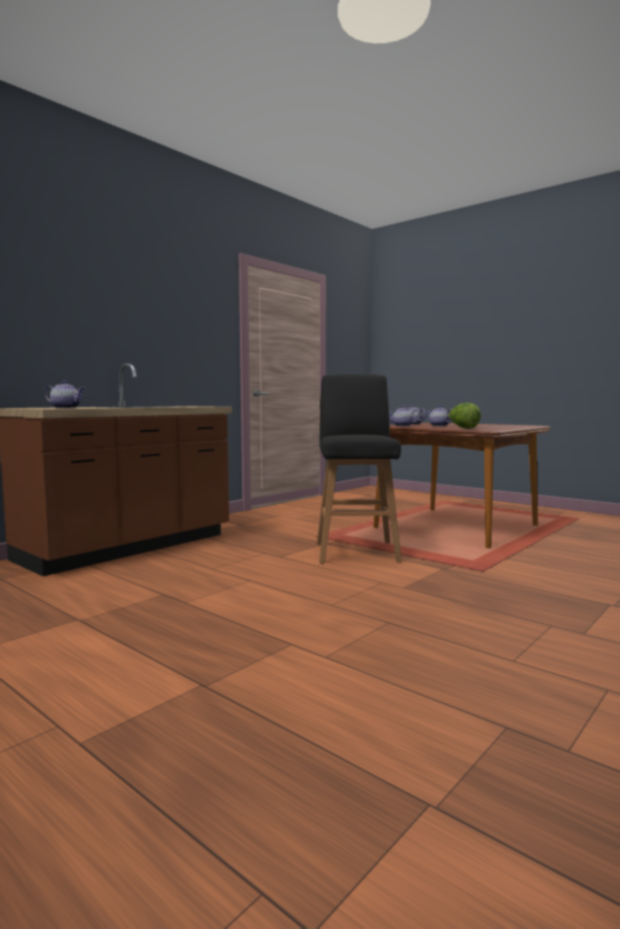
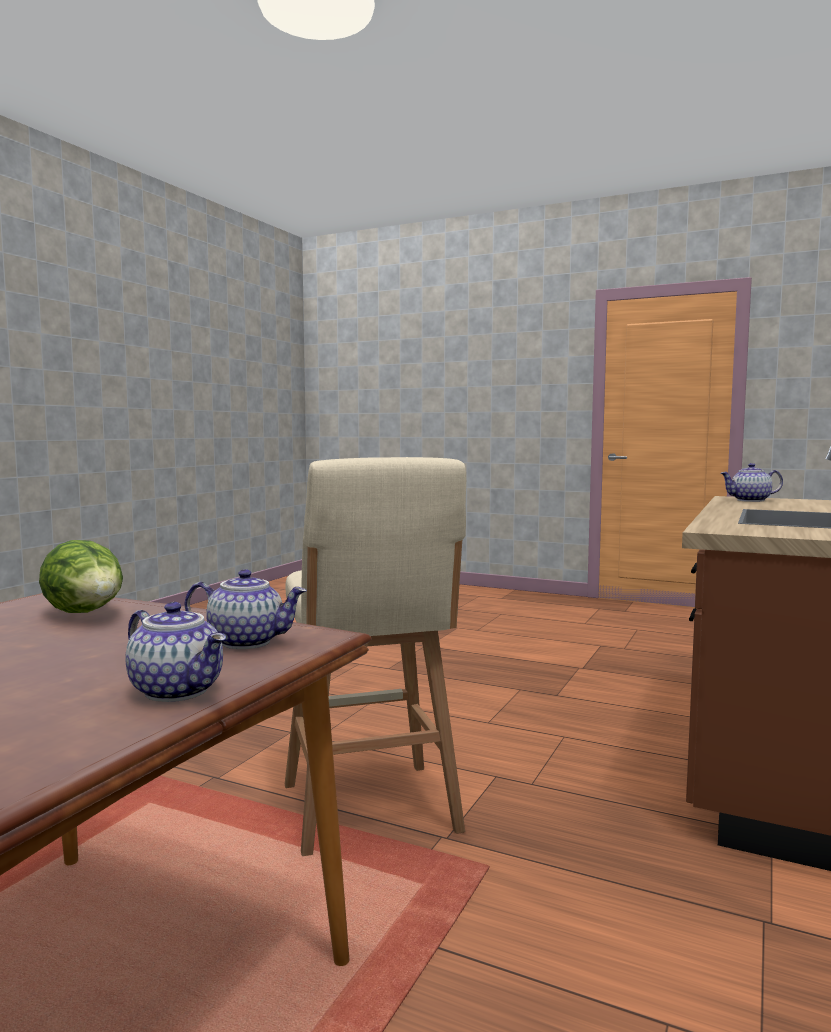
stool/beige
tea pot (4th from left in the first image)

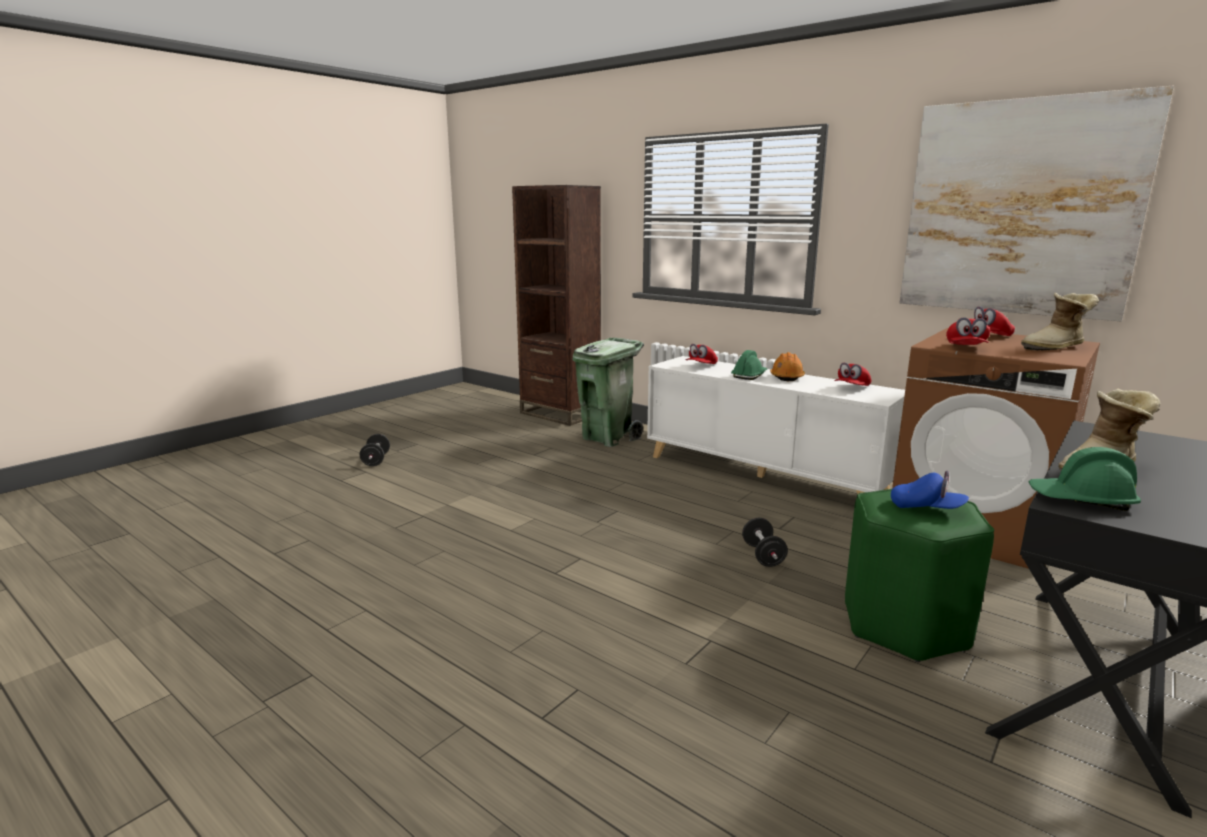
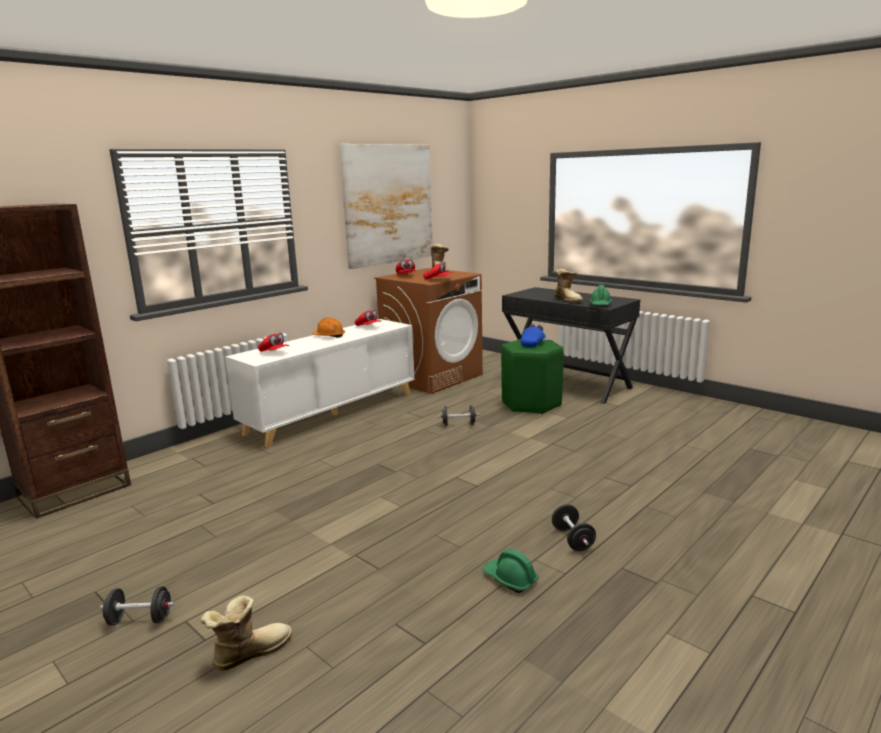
rubbish bin/greenish
hard hat/greenish (1st from left)
free weight/black (3rd from left)
high-top boot (1st from left)

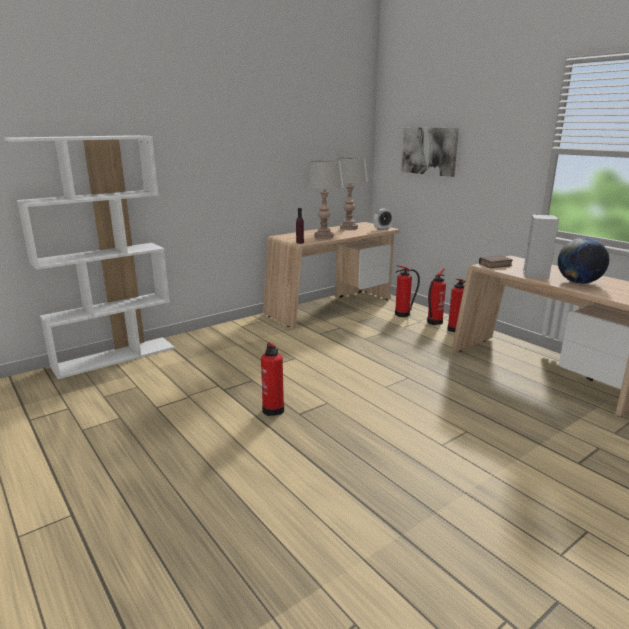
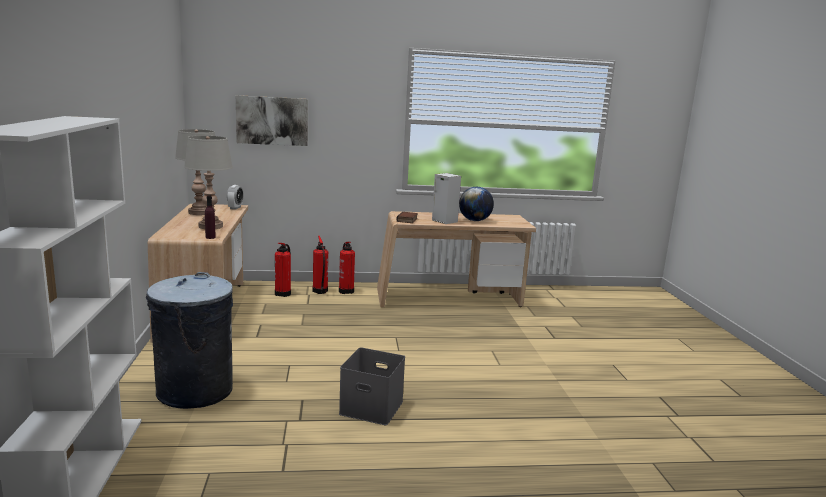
storage container/gray
rubbish bin/gray

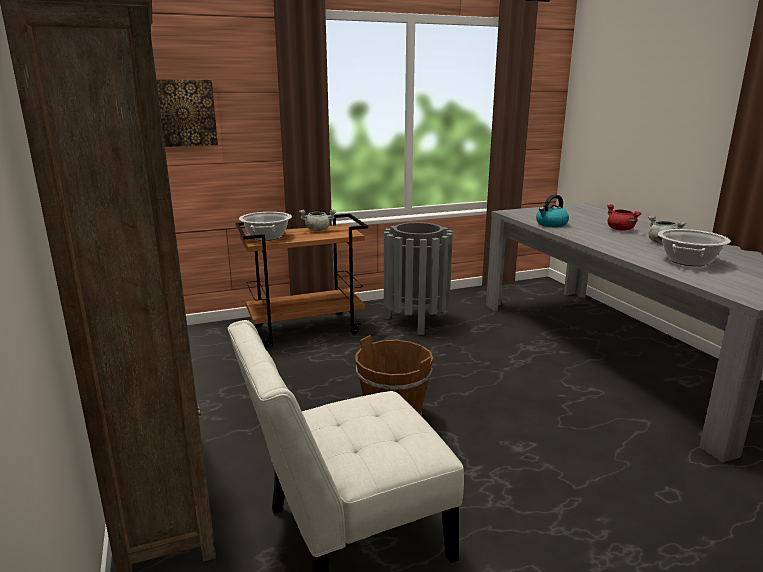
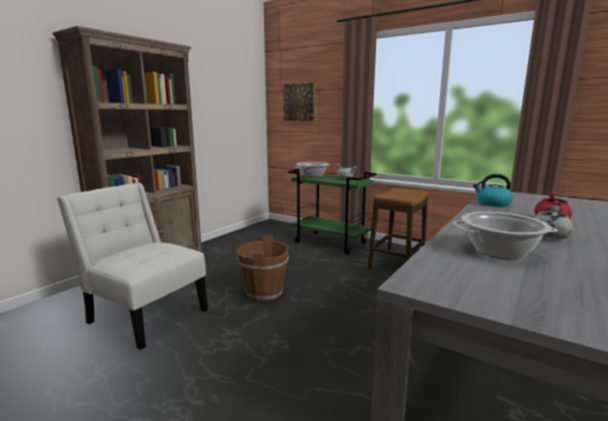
trolley/greenish
stool

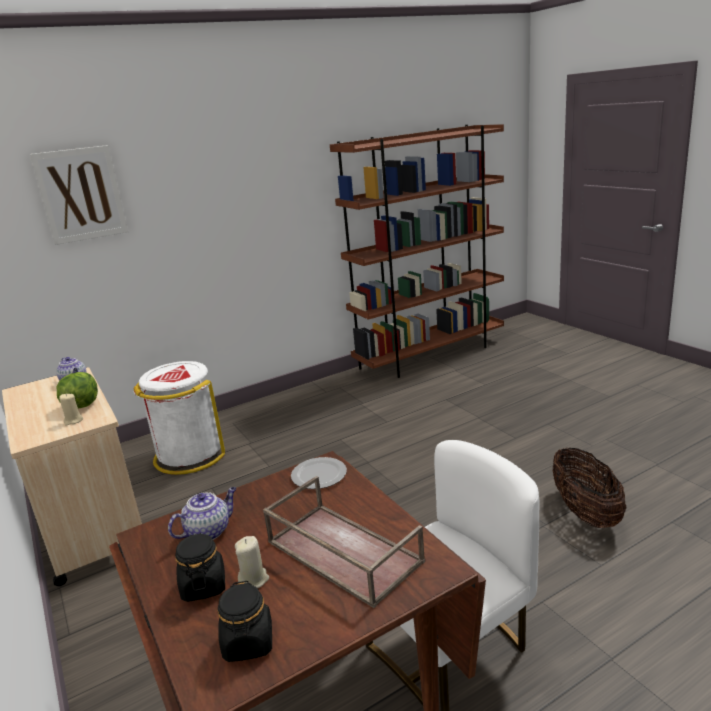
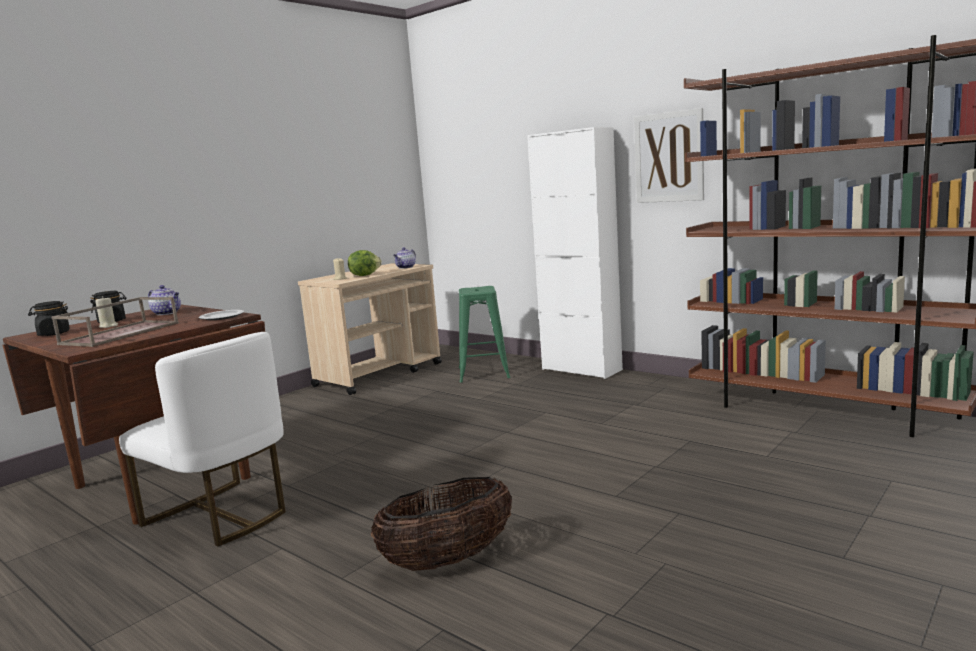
picture
stool/greenish
storage cabinet/whitish

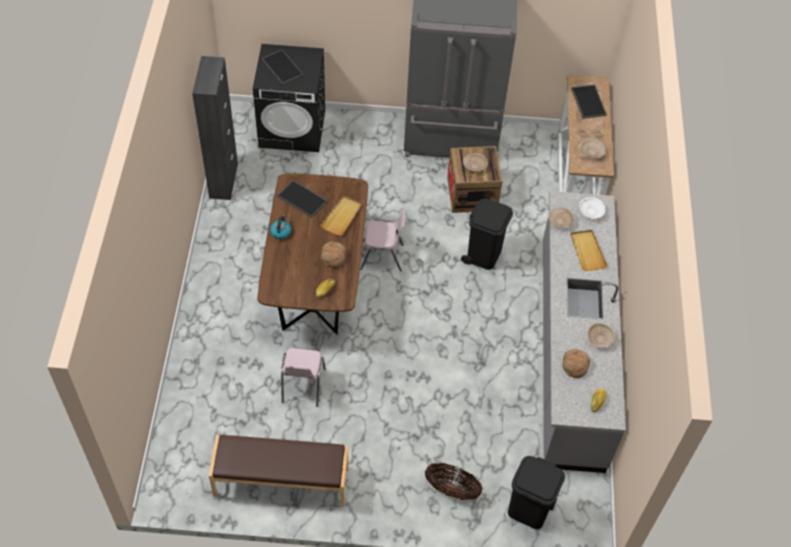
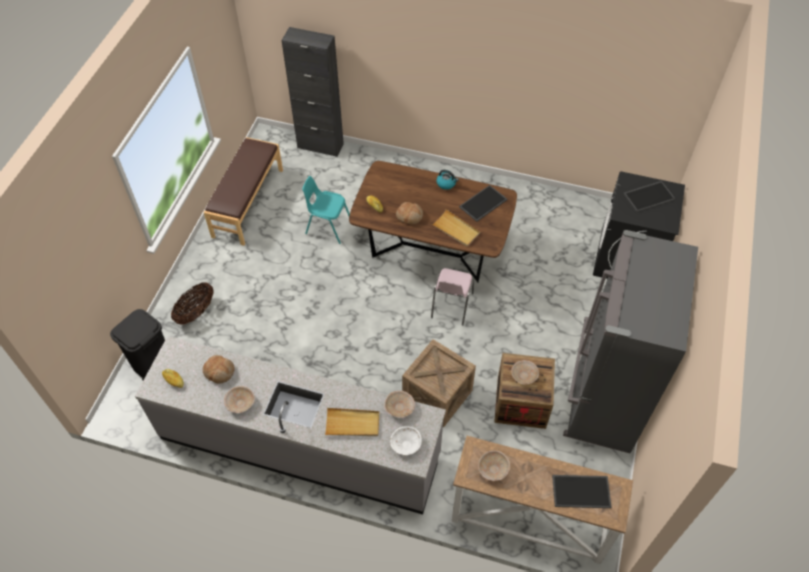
storage cabinet/black
crate (1st from left)
plain chair/blue-green

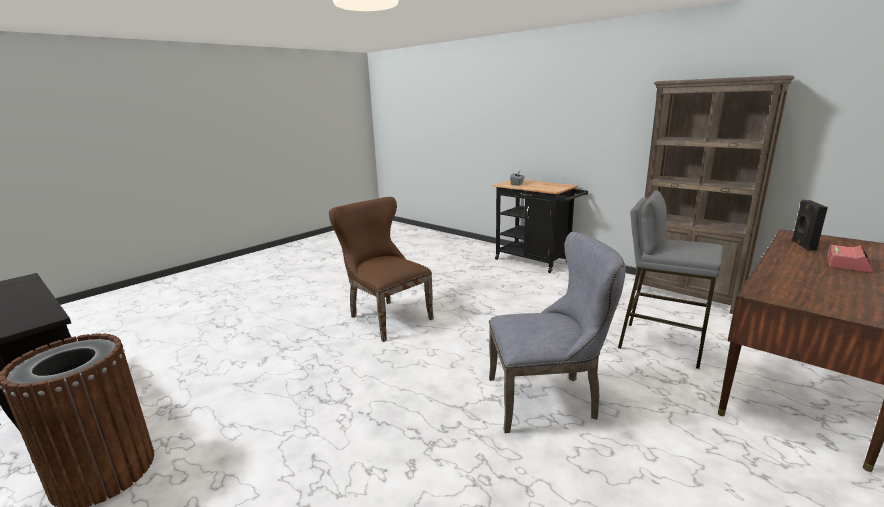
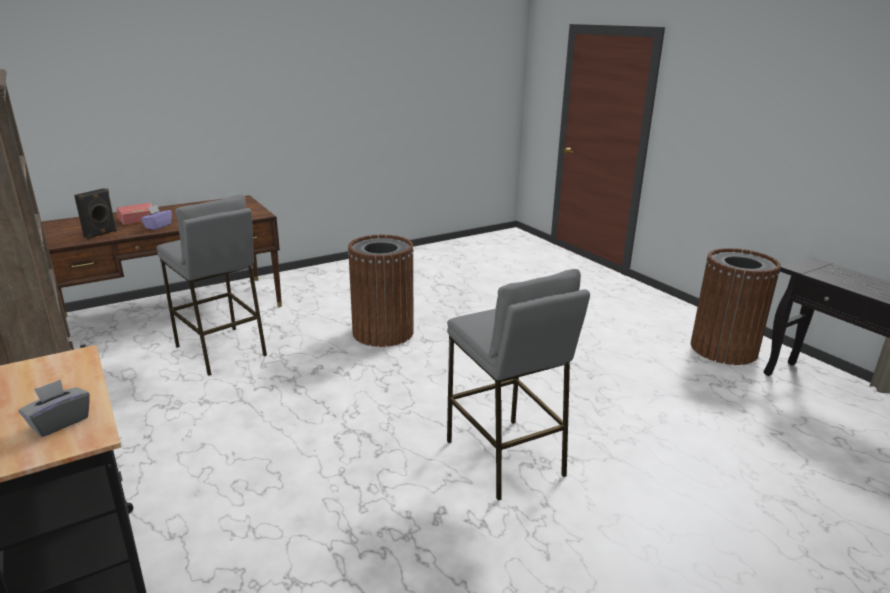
stool/gray (2nd from left)
rubbish bin/brownish (1st from left)
box of tissues/purple

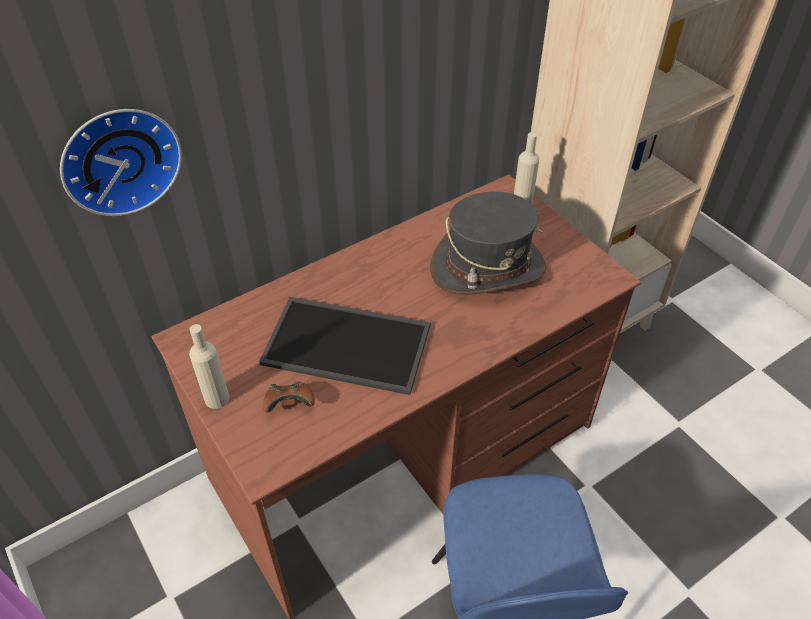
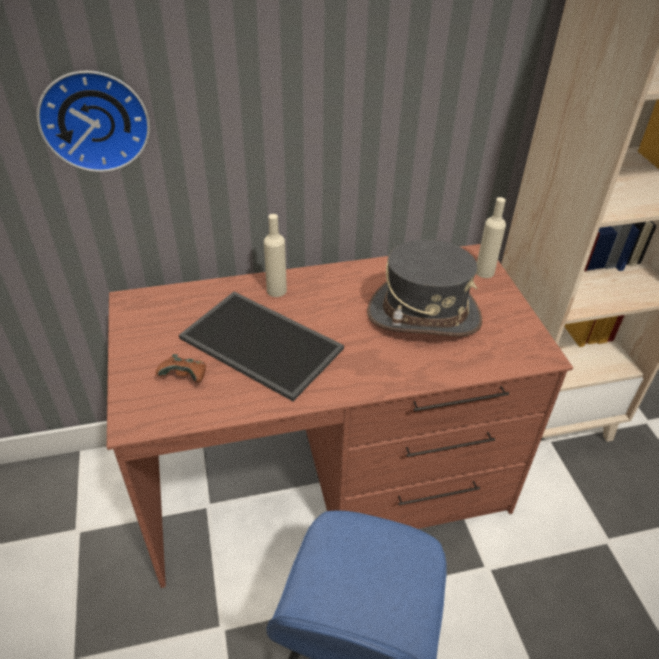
beverage bottle/beige (1st from left)

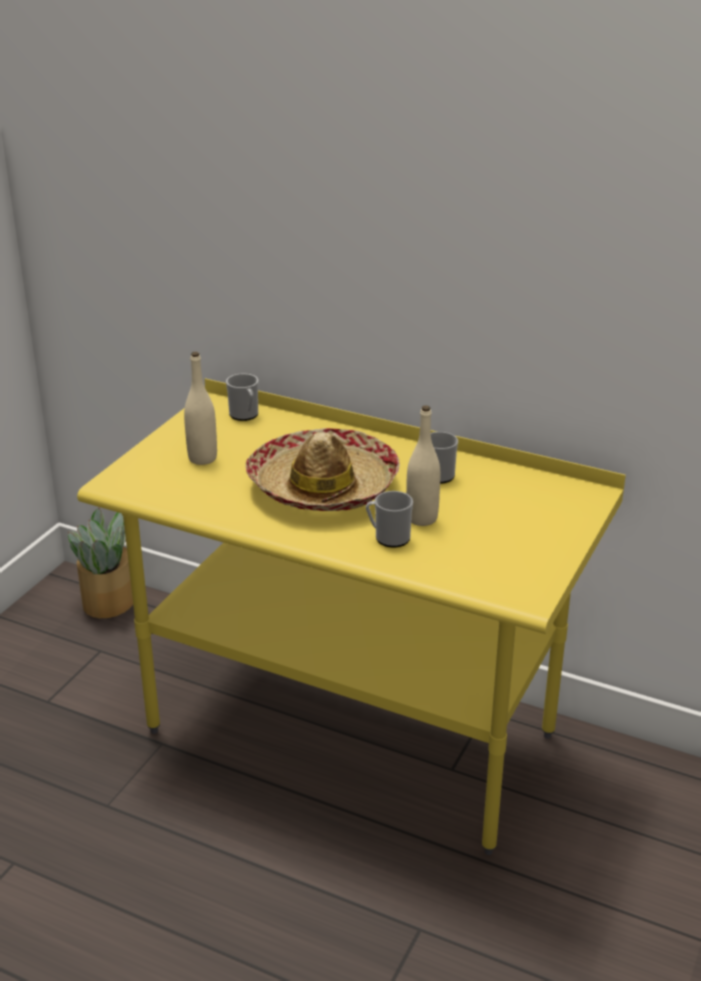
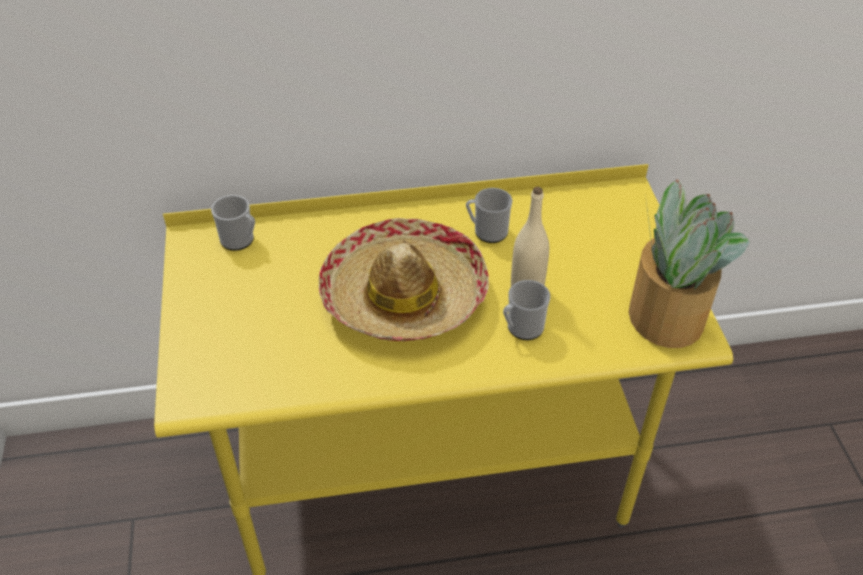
beverage bottle/beige (1st from left in the first image)
plant in a pot

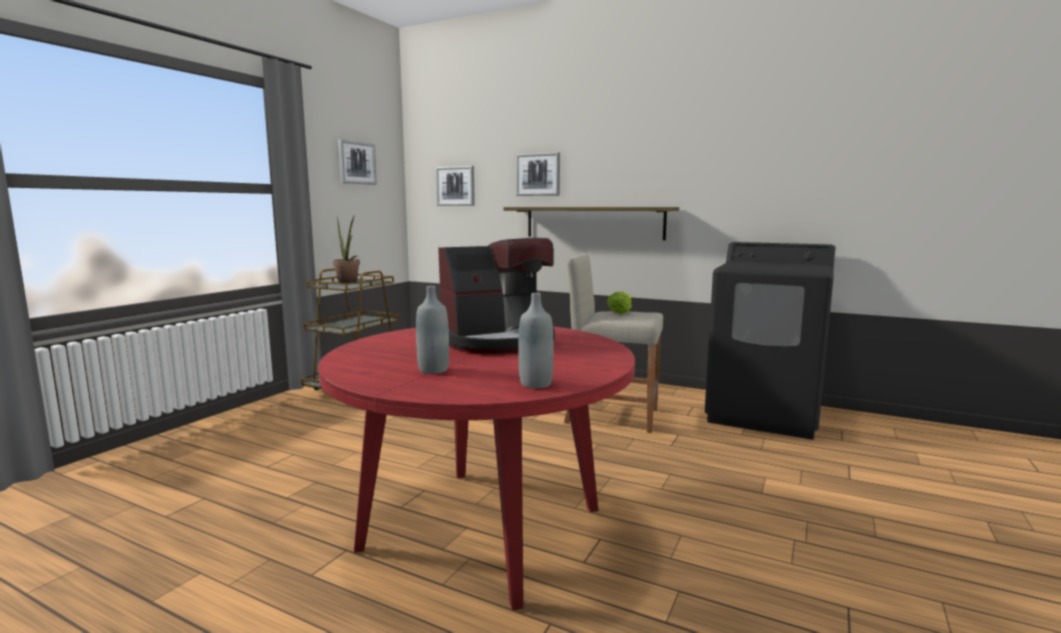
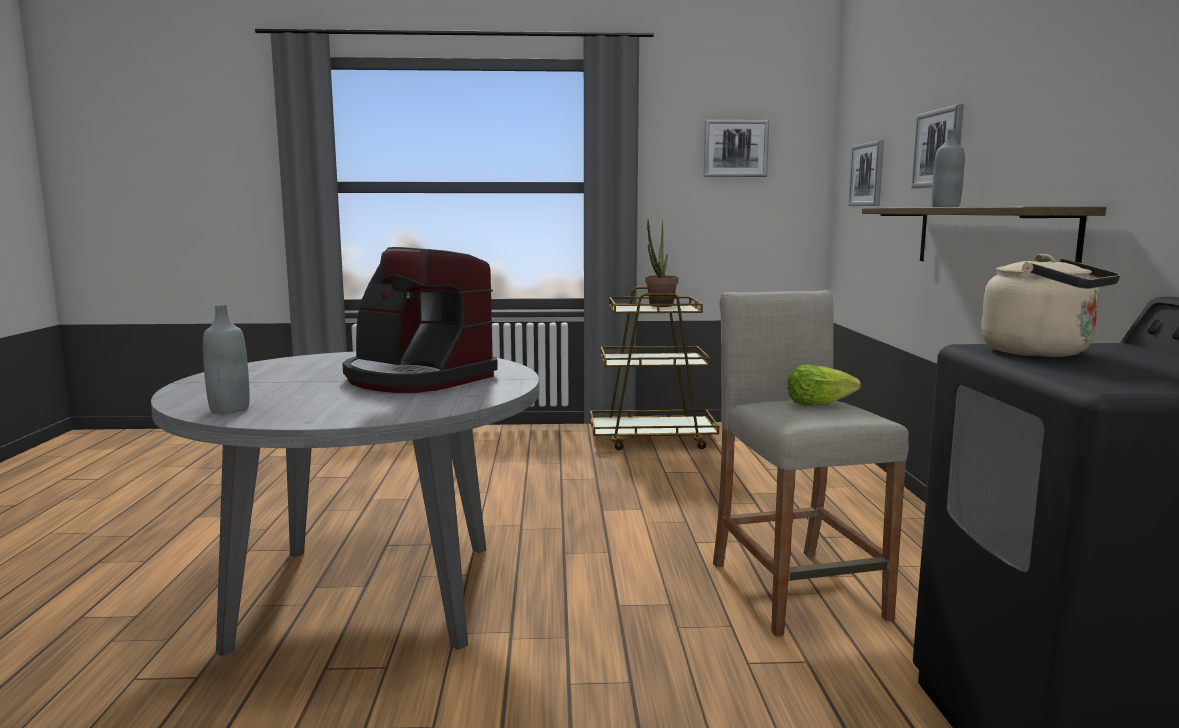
beverage bottle/gray (2nd from left)
dining table/gray
kettle/beige

